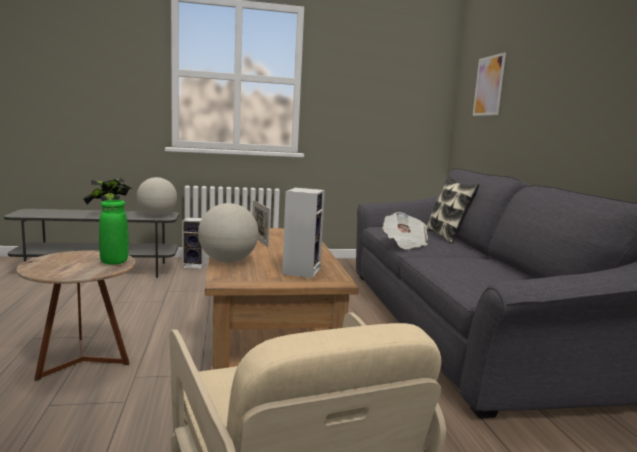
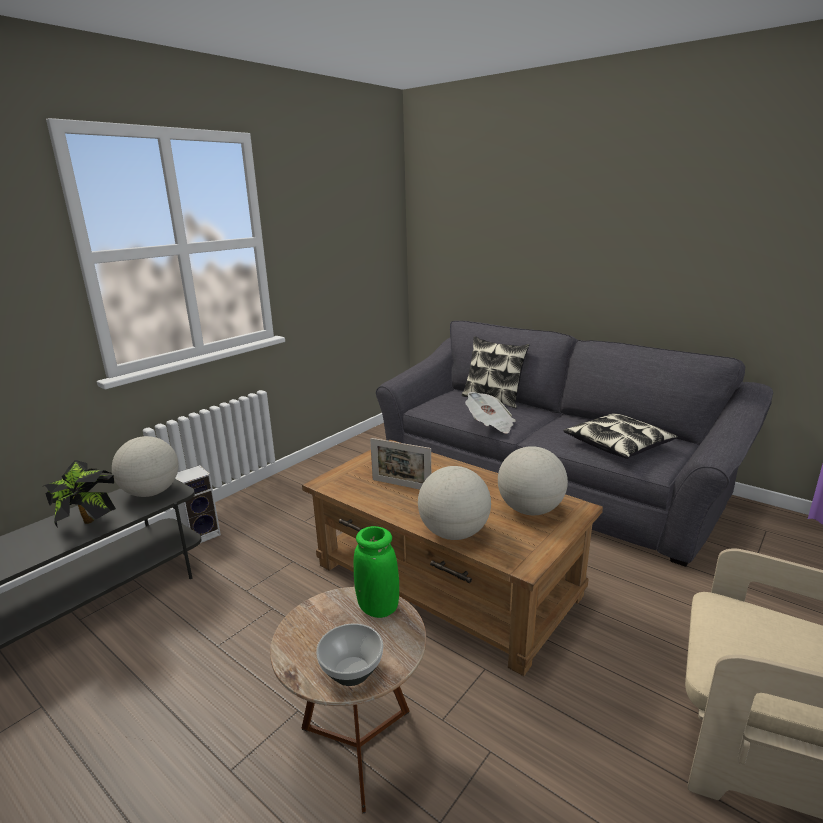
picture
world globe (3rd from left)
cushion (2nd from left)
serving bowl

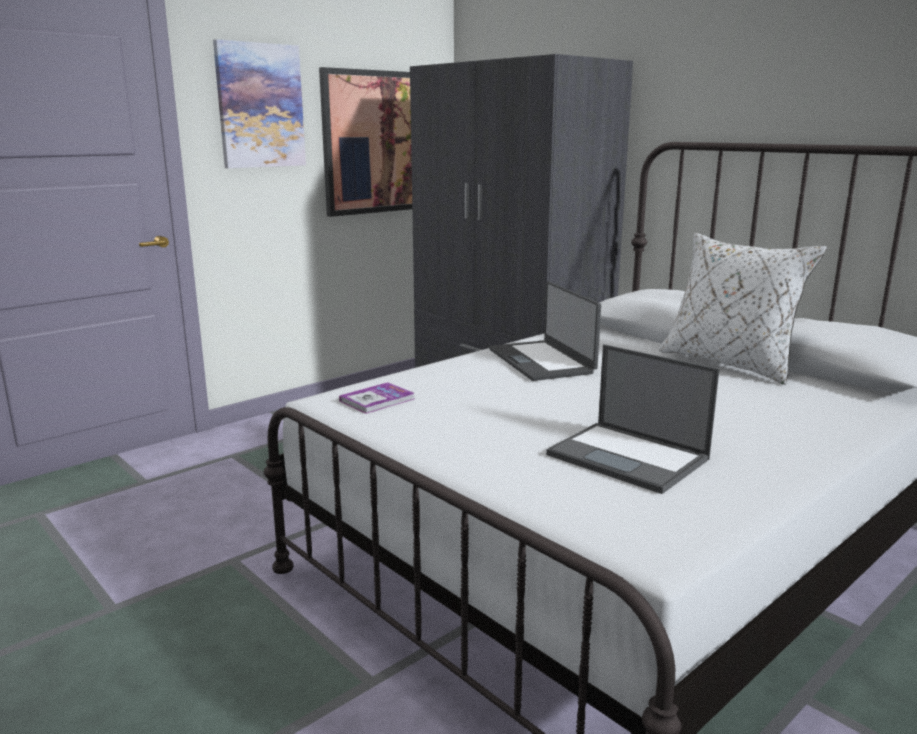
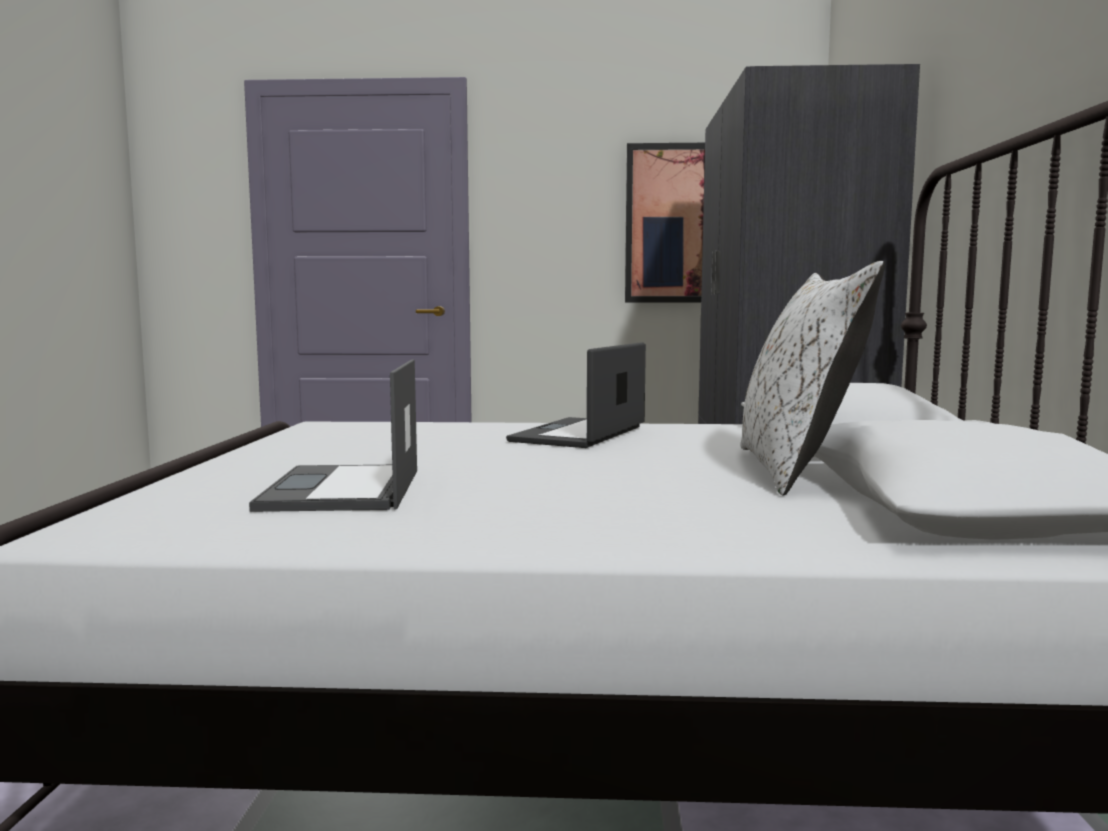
picture (1st from left in the first image)
book

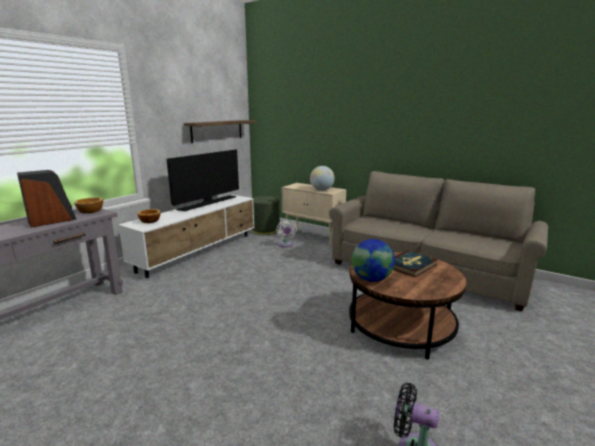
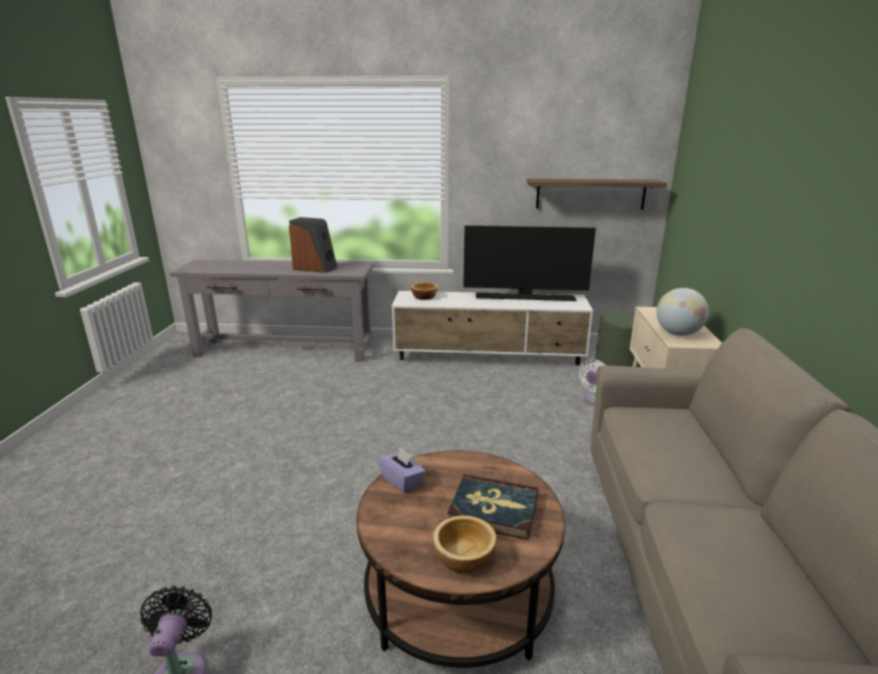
serving bowl (2nd from left)
box of tissues/purple

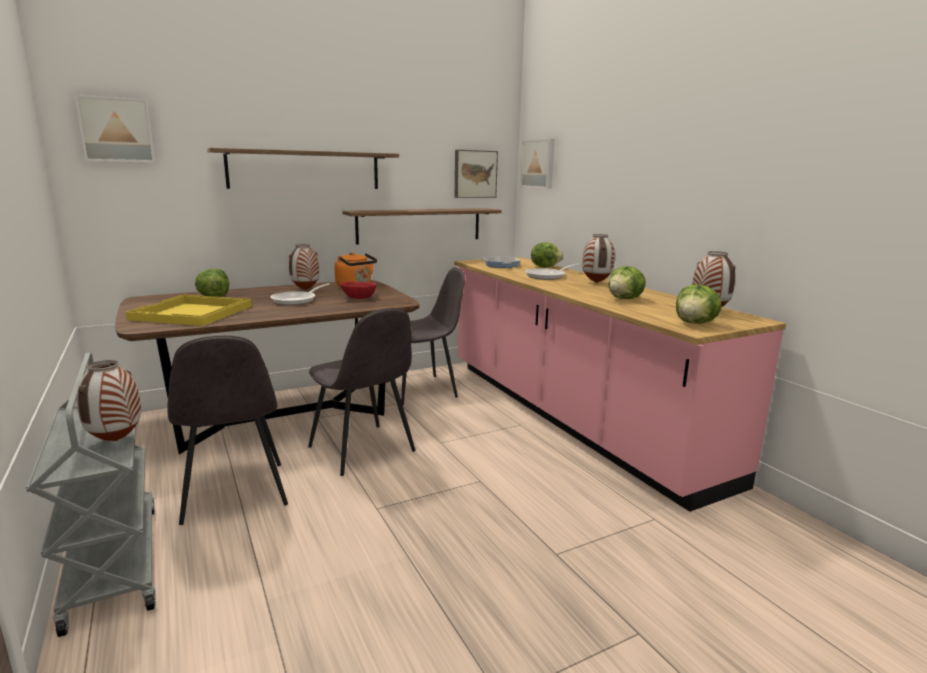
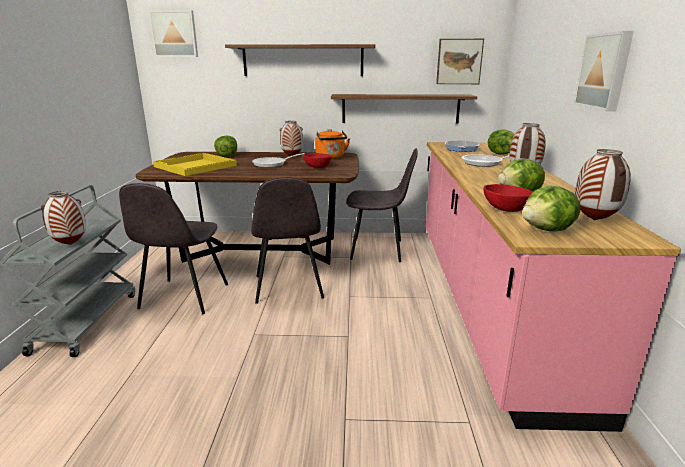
picture (3rd from left)
serving bowl/red (2nd from left)

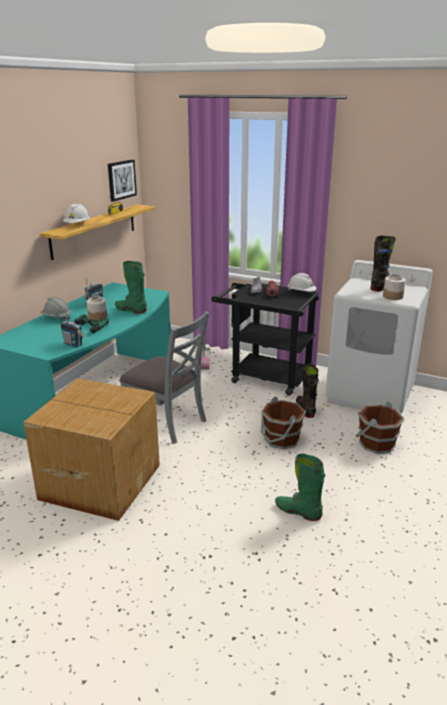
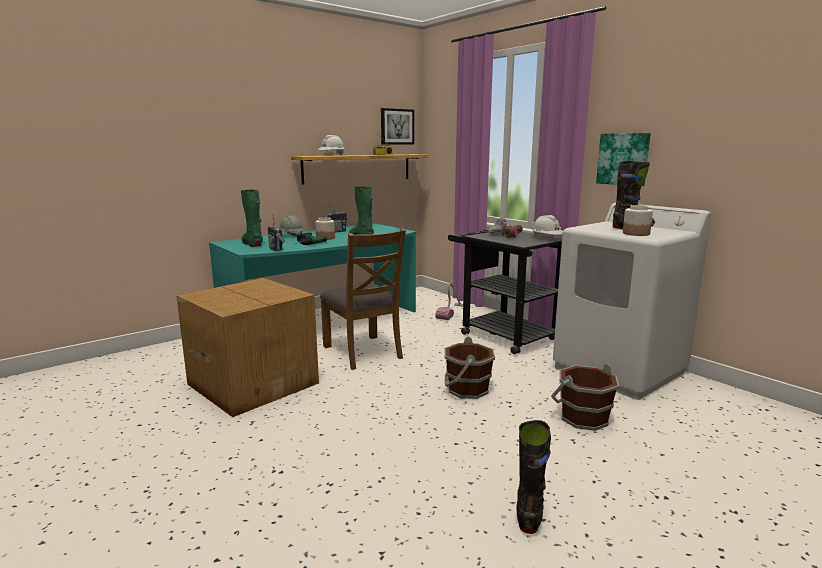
plain chair/brownish
high-top boot/black (1st from left)
high-top boot/greenish (1st from left)
picture (2nd from left)

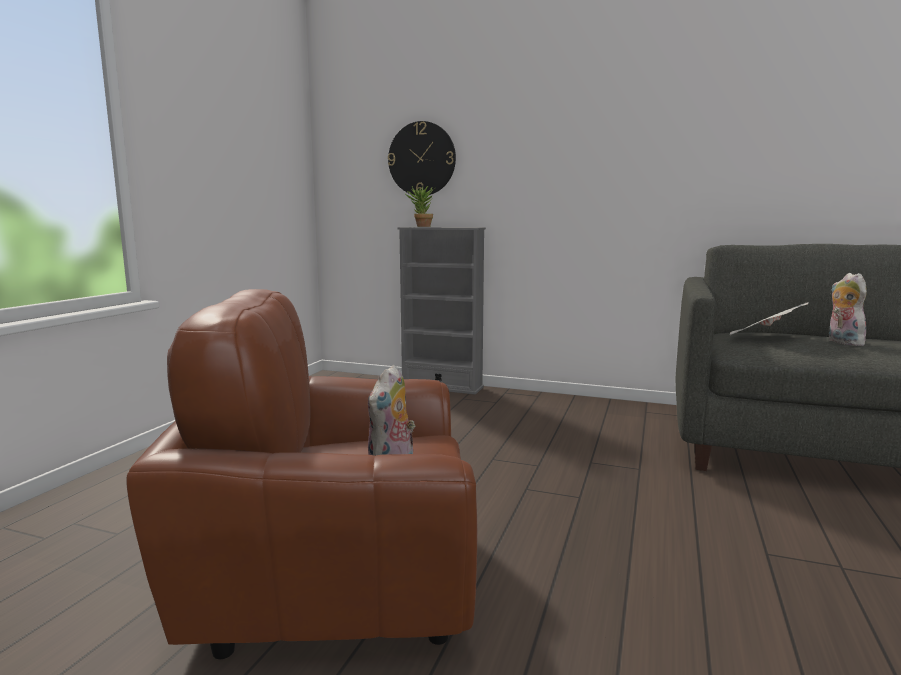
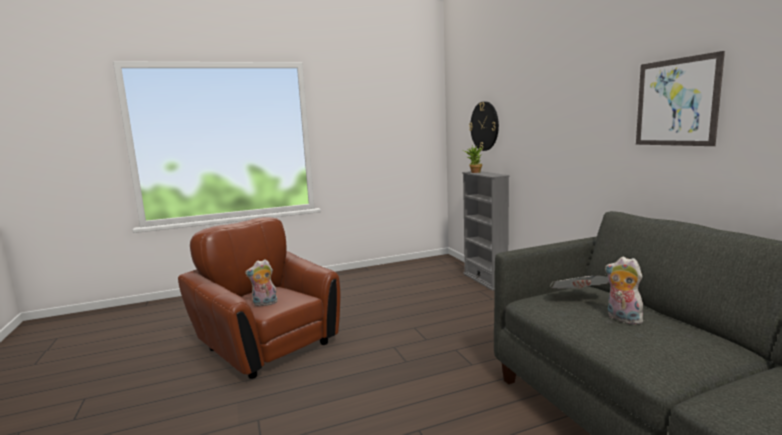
soft toy (2nd from left)
picture

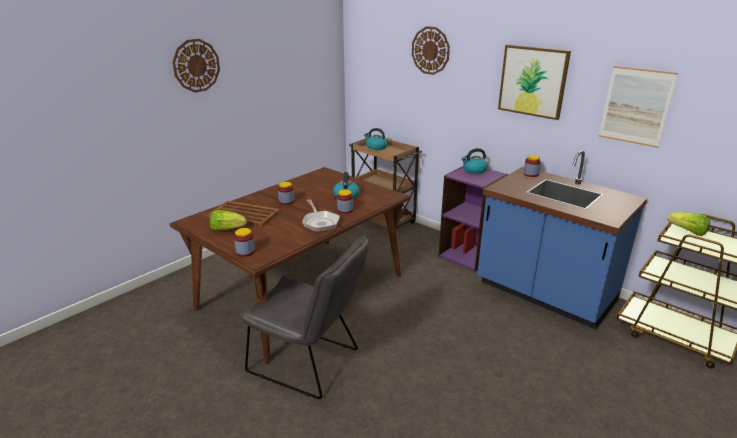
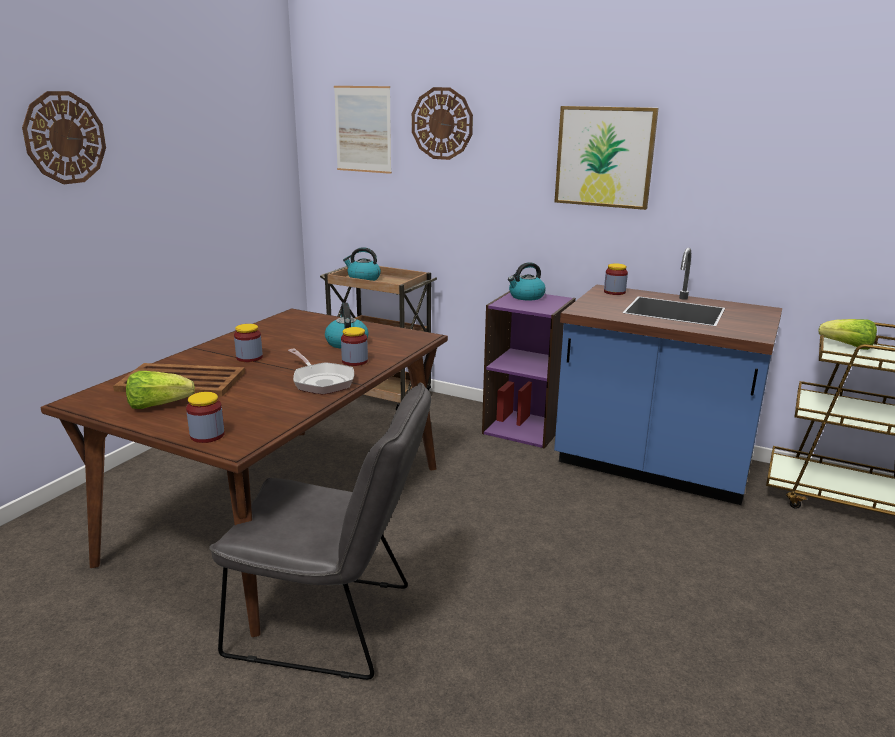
picture (1st from left)

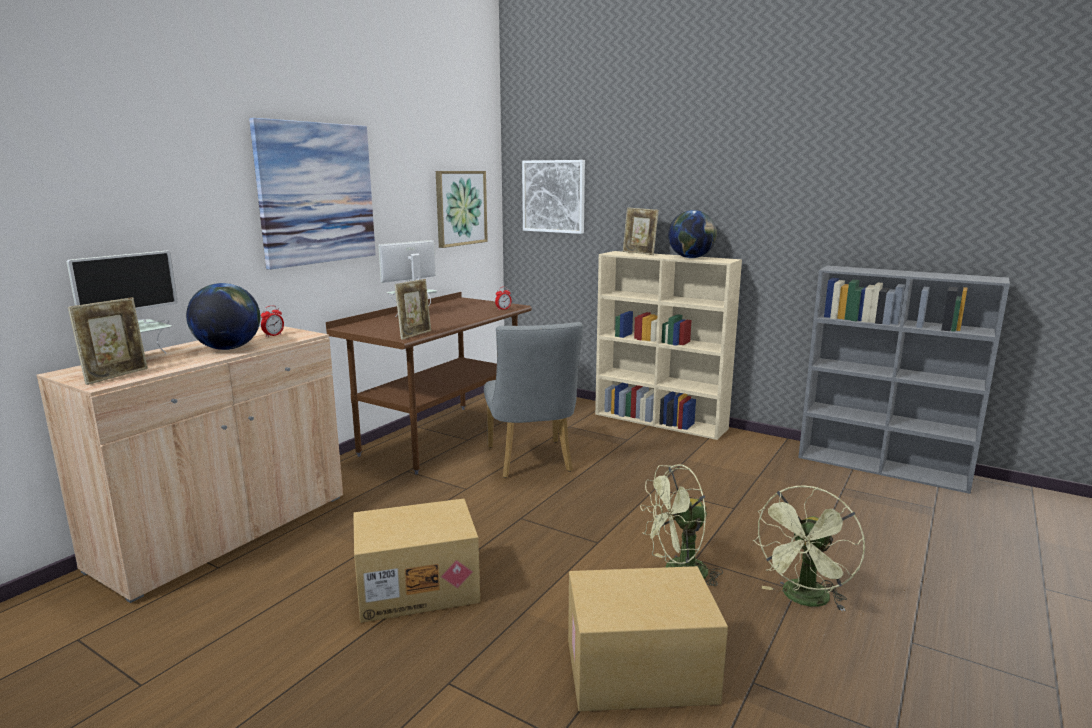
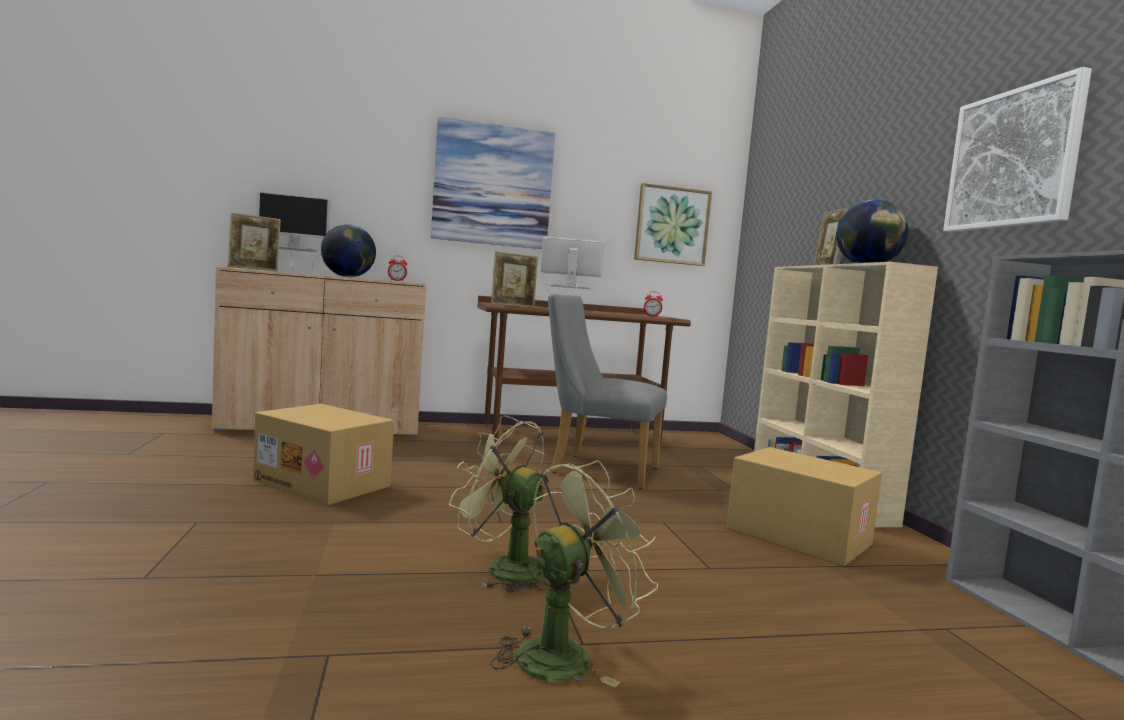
picture (3rd from left)
plain chair/gray
fan/greenish (2nd from left)
cardboard box (2nd from left)

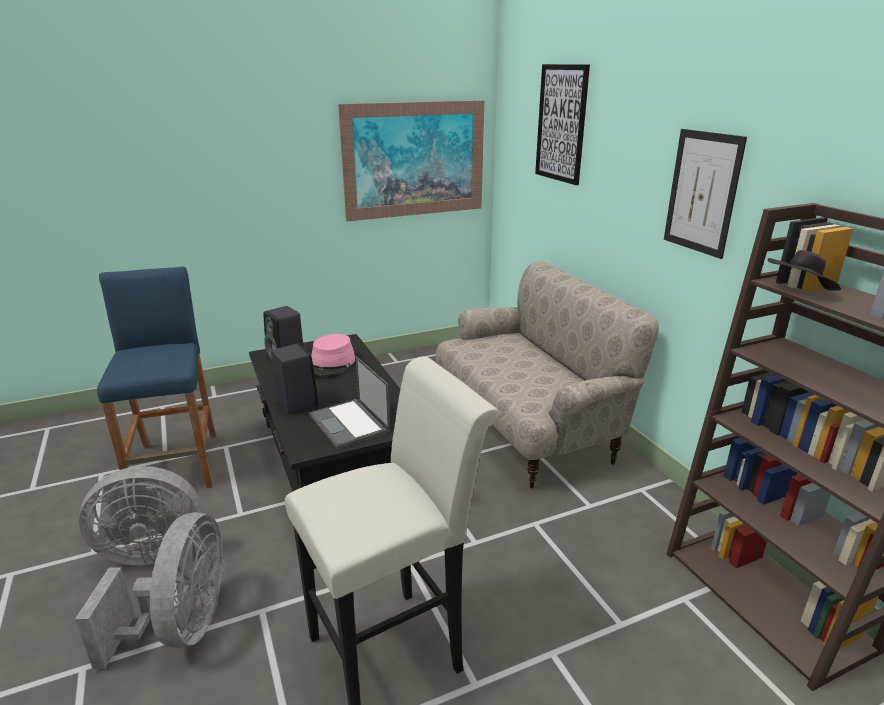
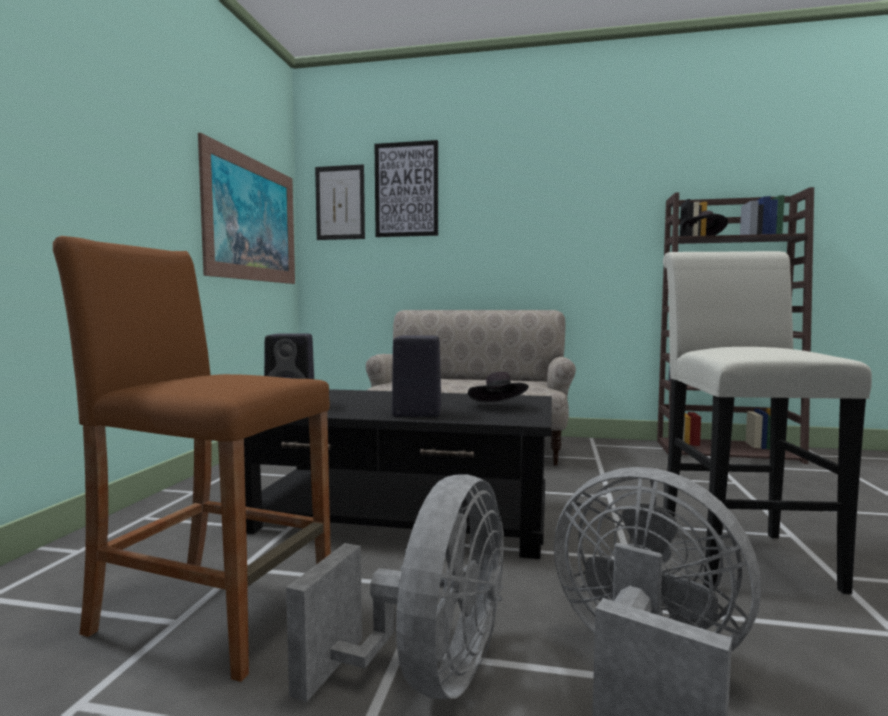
picture (2nd from left)
stool/brownish
clothing hat/pinkish
clothing hat/black (1st from left)

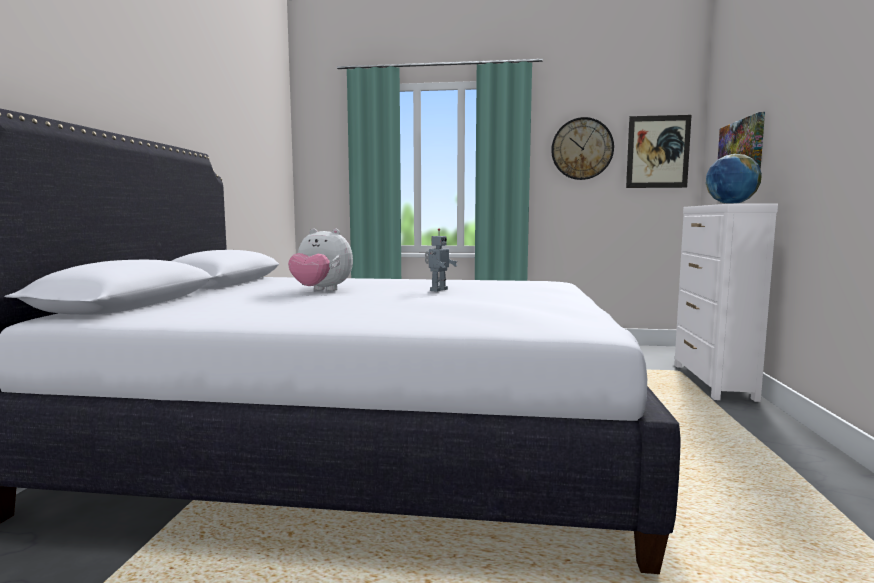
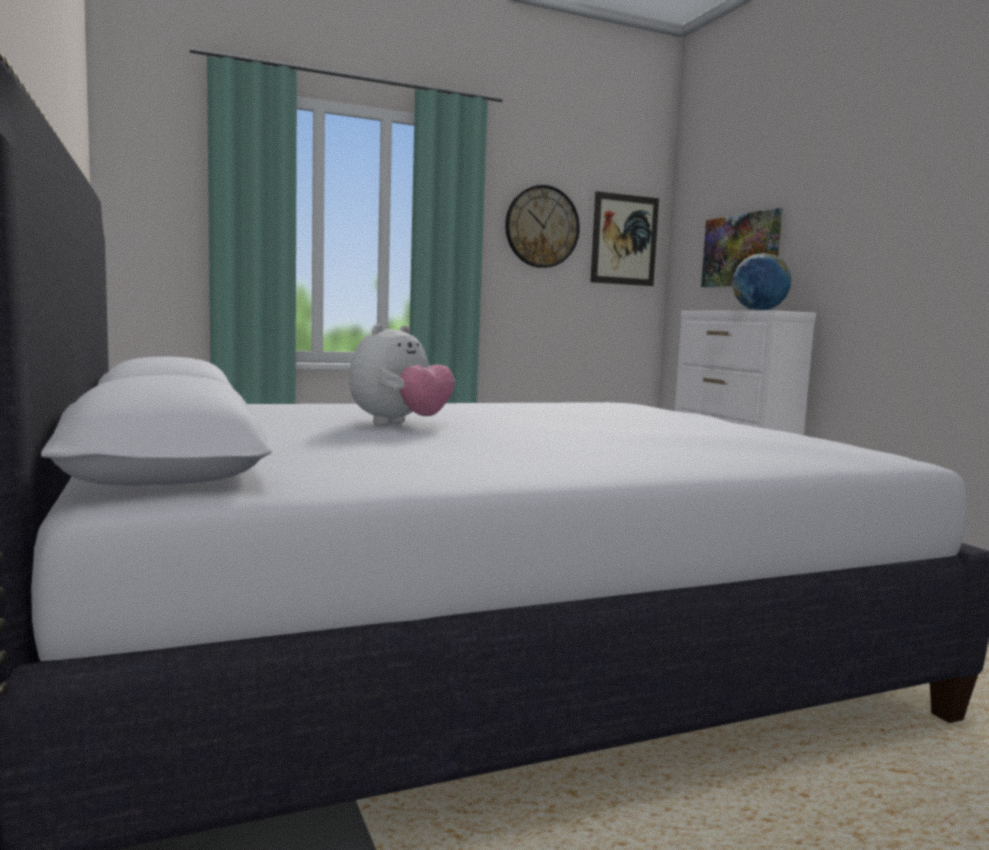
soft toy
robot figure

